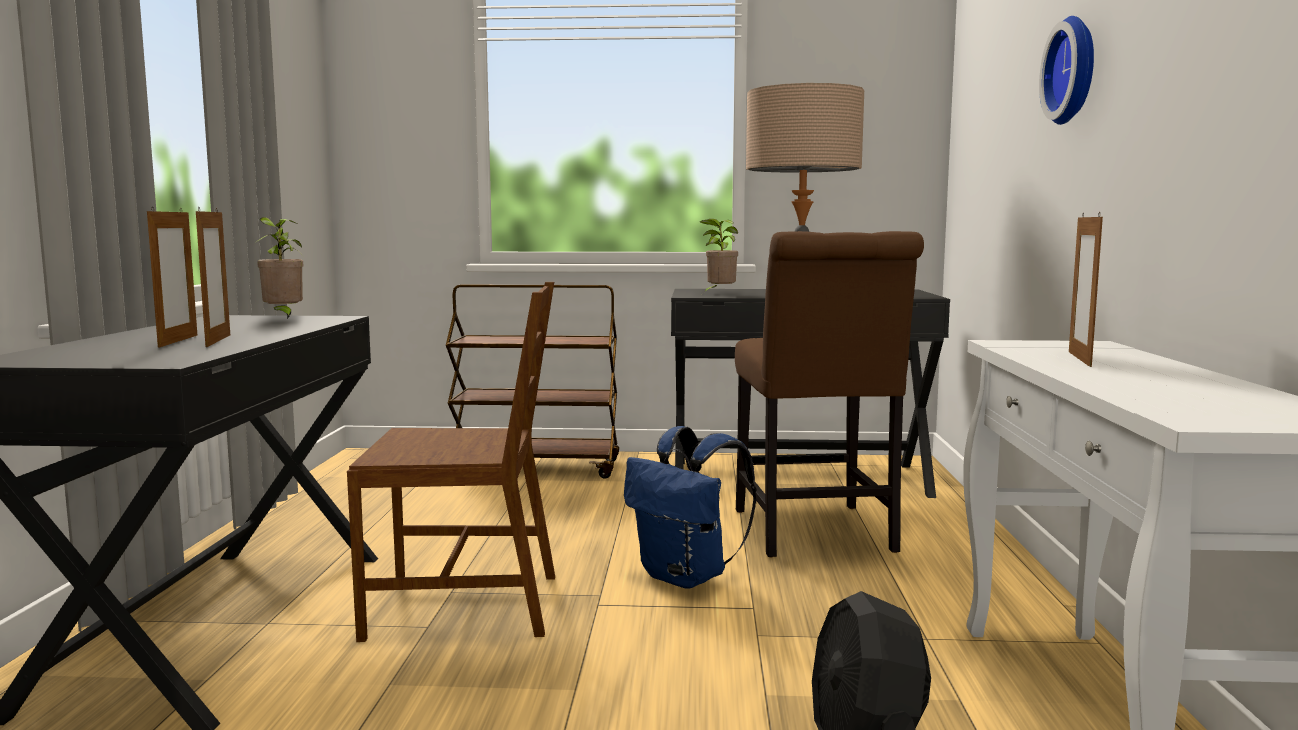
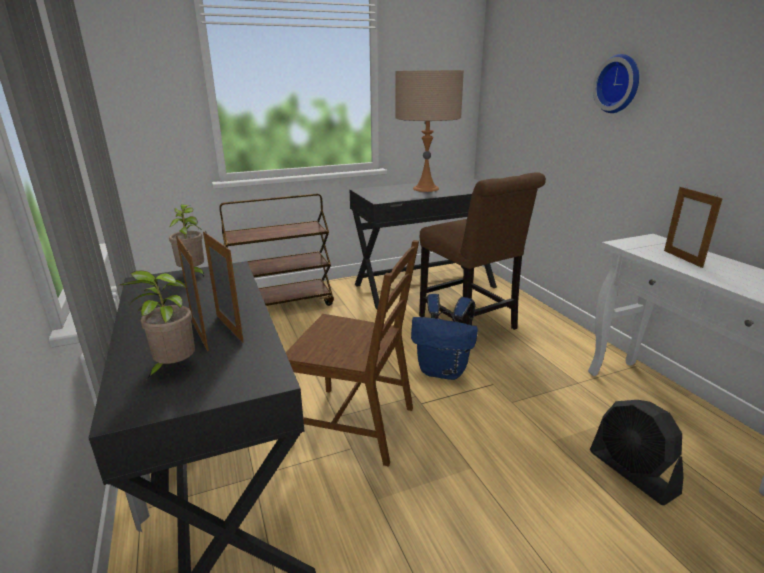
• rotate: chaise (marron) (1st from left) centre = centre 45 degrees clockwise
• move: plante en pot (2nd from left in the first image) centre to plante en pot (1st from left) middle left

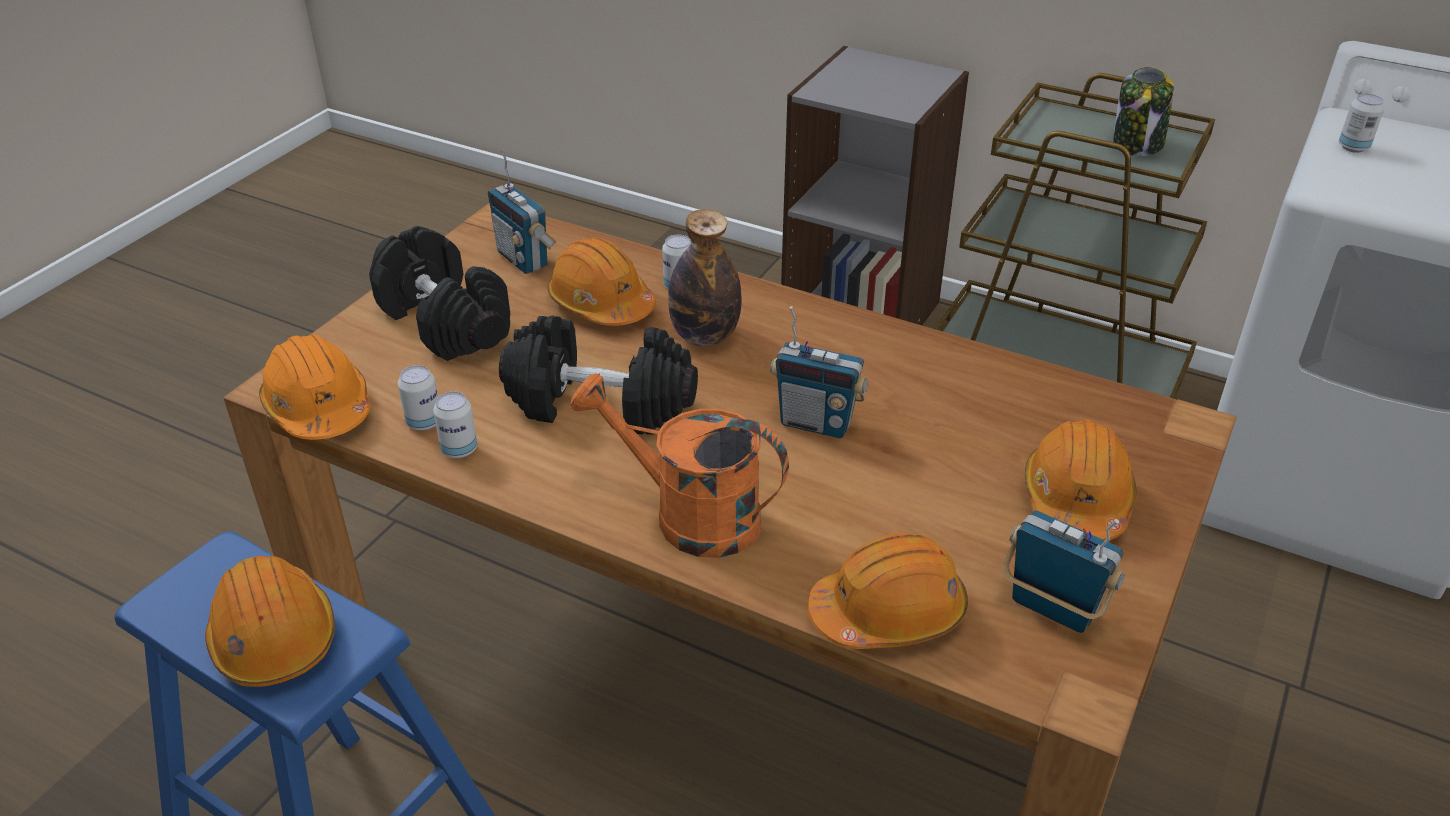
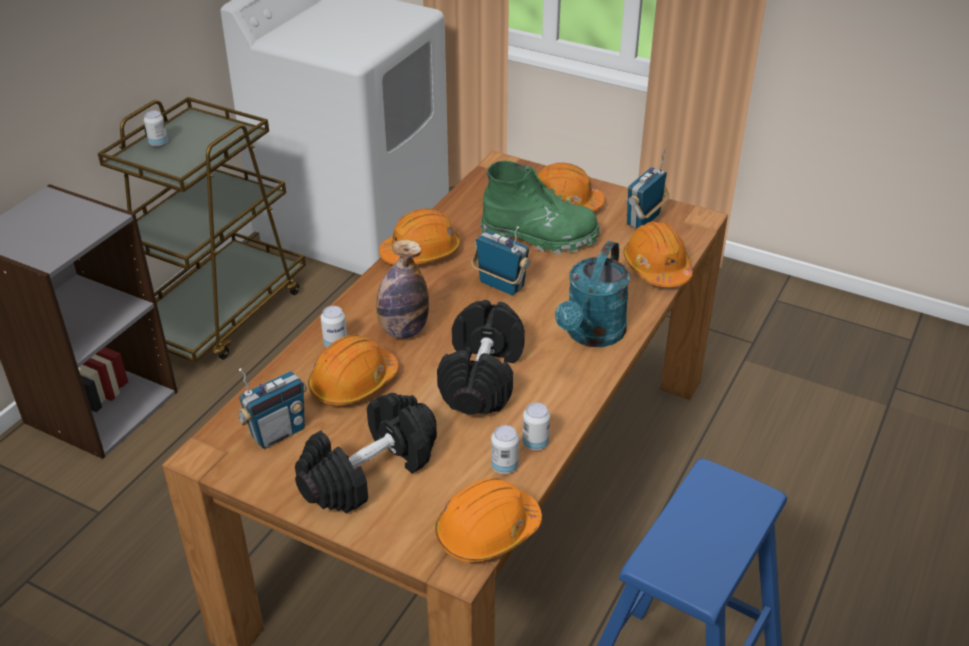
• move: casque de chantier (orange) (1st from left in the first image) bottom left to casque de chantier (orange) (2nd from left) centre
• recolor: arrosoir (orange) centre to arrosoir (turquoise) centre
• rotate: radio (2nd from left) centre = centre 75 degrees counterclockwise
• delete: bocal top right
• move: boîte métallique (4th from left in the first image) top right to boîte métallique (1st from left) top left
• insert: botte (vert) top centre

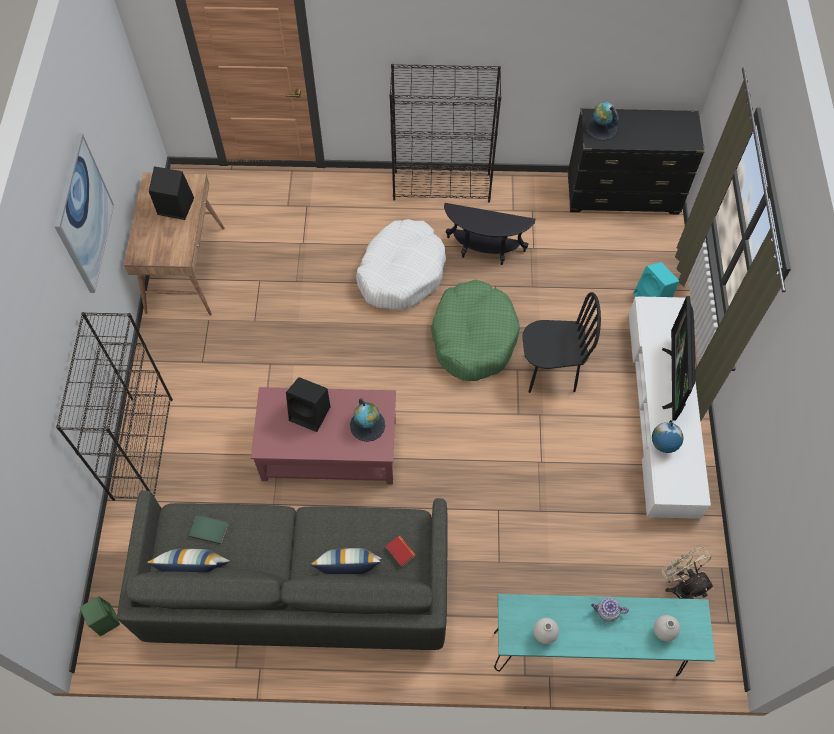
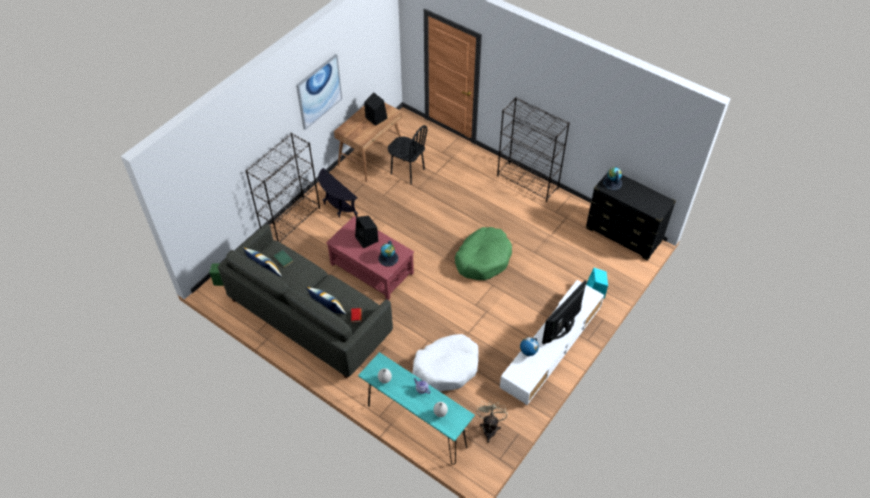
• move: panier pour chien (blanc) centre to bottom centre
• move: table d'appoint (noir) top centre to centre
• move: chaise (noir) middle right to top centre

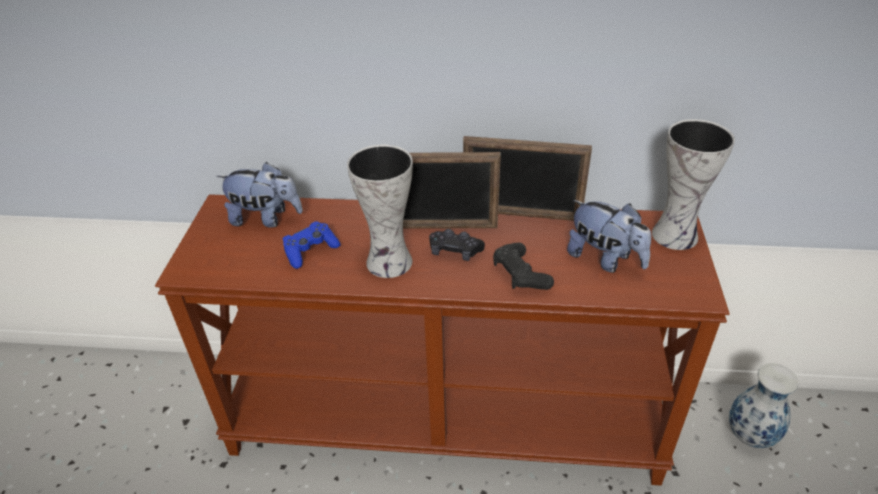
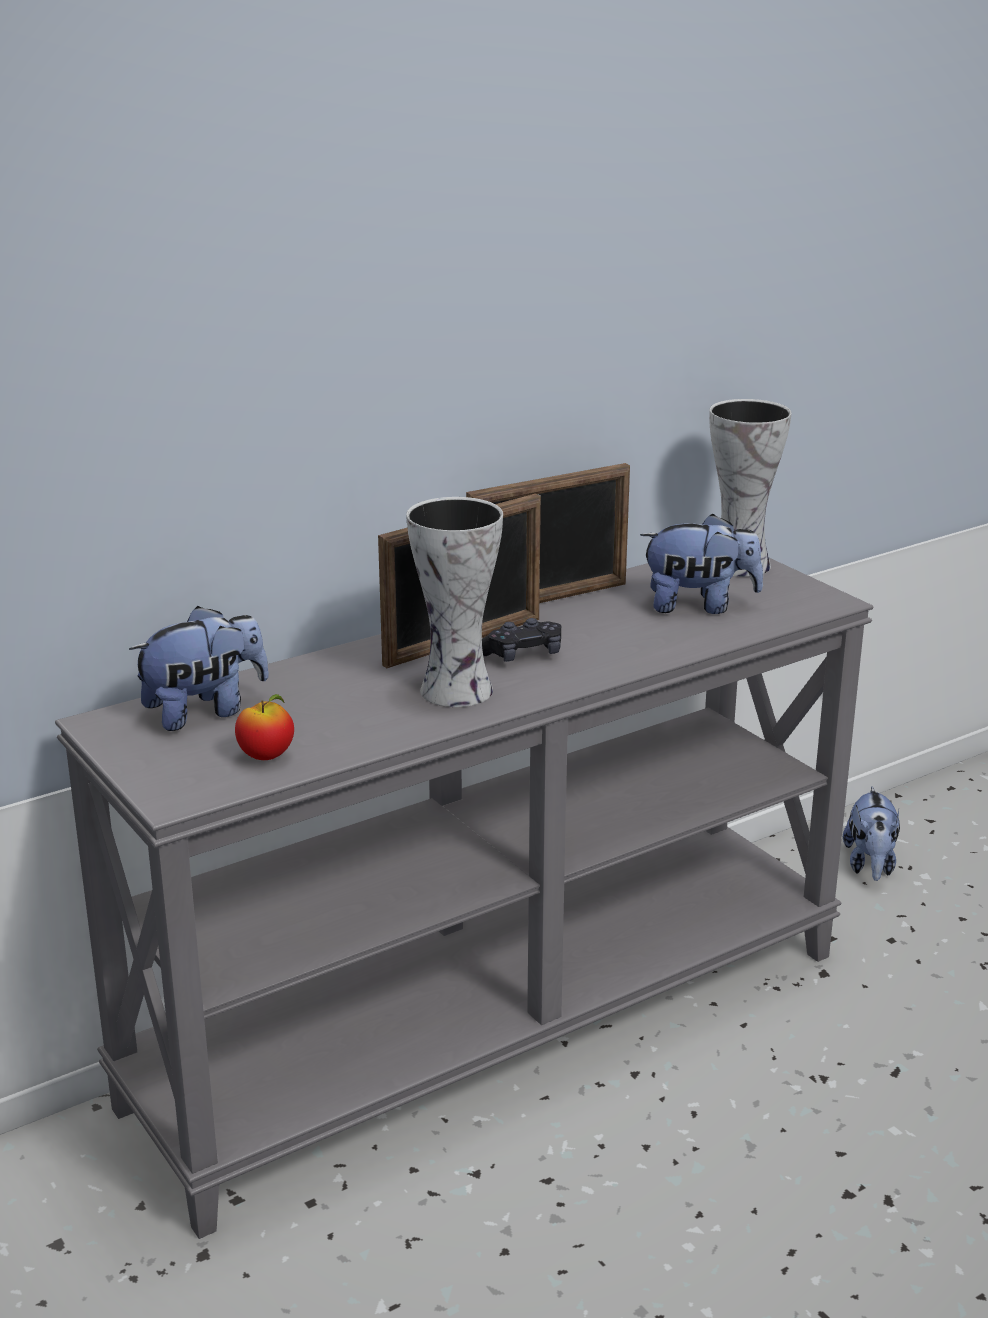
• recolor: table console (marron) bottom centre to table console (gris) bottom centre
• delete: manette (bleu) centre
• delete: manette (noir) (2nd from left) centre
• replace: vase (3rd from left) bottom right to peluche (3rd from left) middle right
• insert: pomme middle left

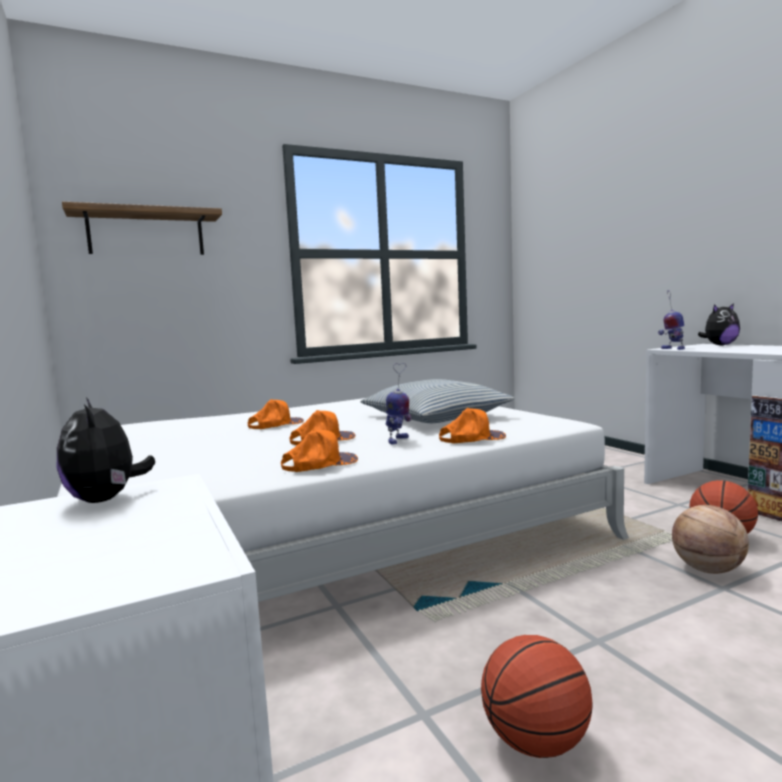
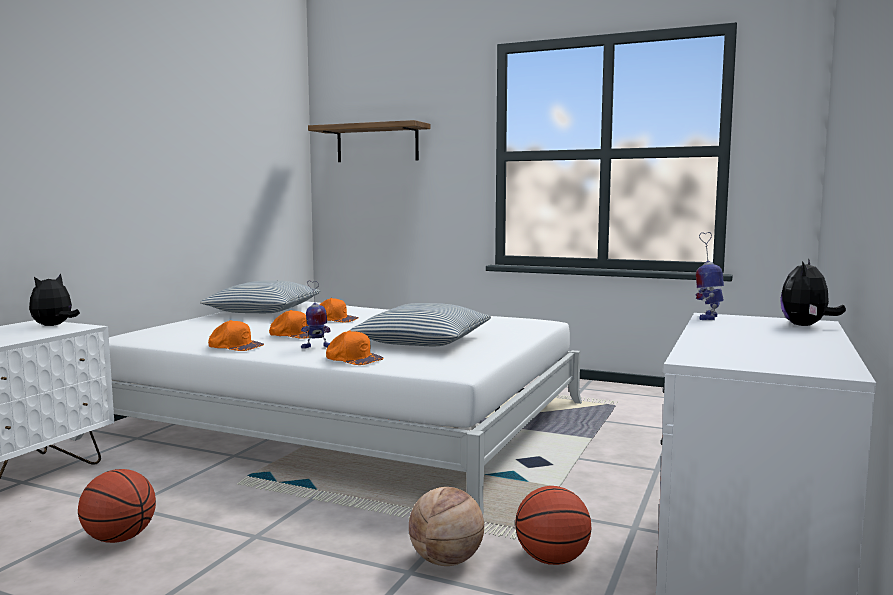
• rotate: peluche (2nd from left) middle right = middle right 90 degrees clockwise
• insert: coussin (1st from left) middle left

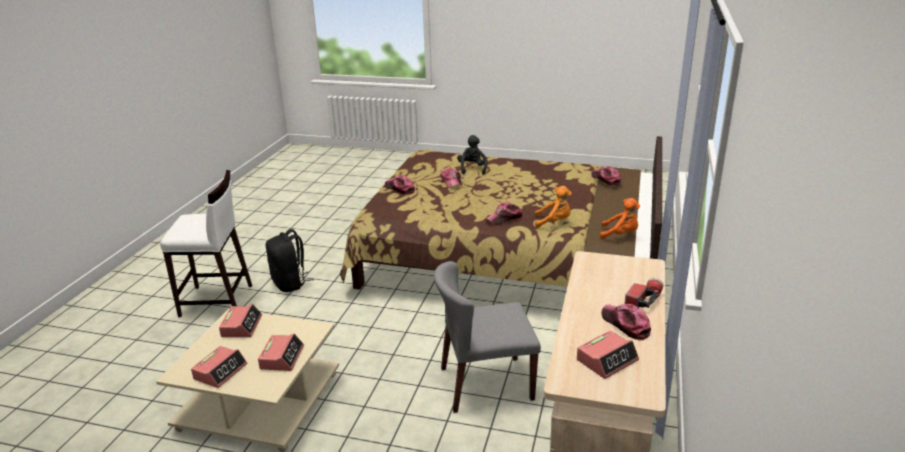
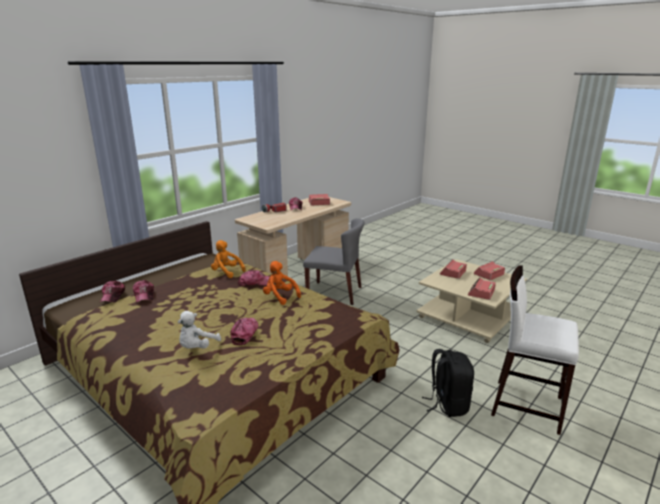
• move: casquette (1st from left in the first image) centre to casquette (2nd from left) middle left
• recolor: peluche (noir) centre to peluche (blanc) middle left
• move: peluche (orange) (2nd from left) middle right to centre

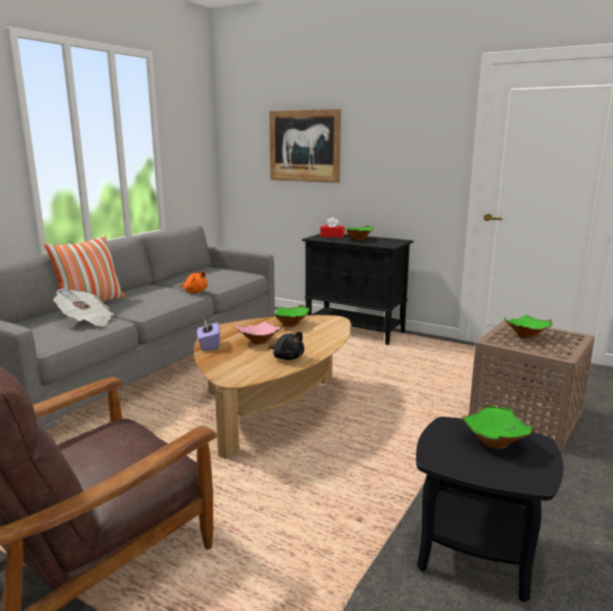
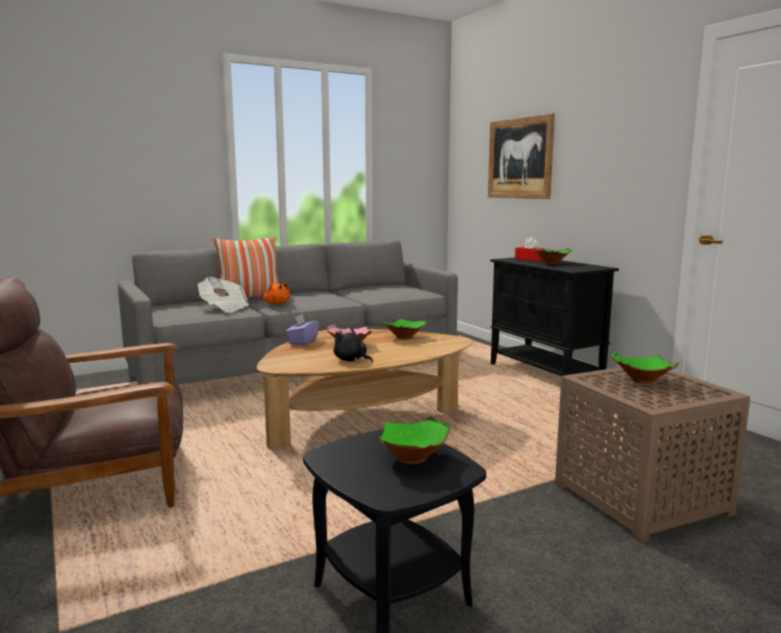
• move: peluche (orange) middle left to centre
• rotate: peluche (noir) centre = centre 150 degrees clockwise

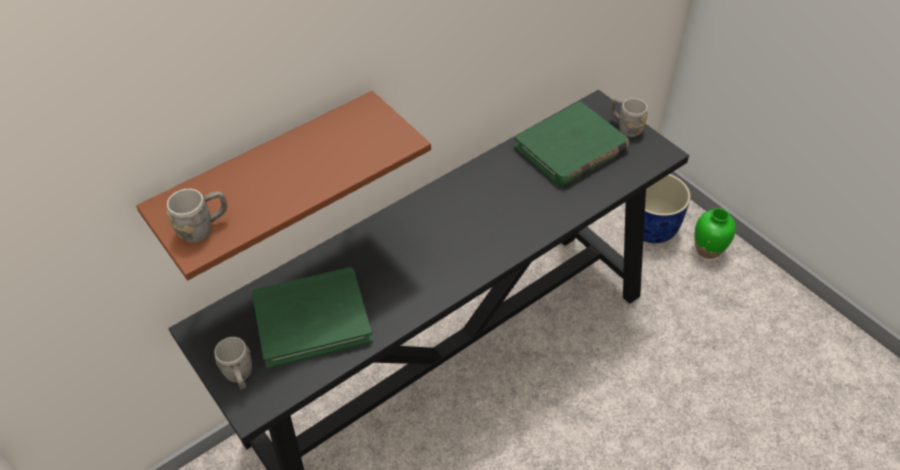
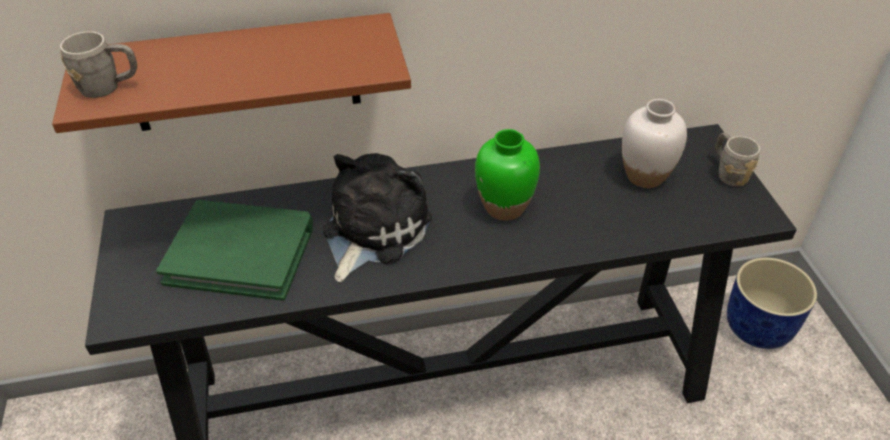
• delete: mug (gris) (2nd from left) bottom left
• replace: livre (vert) (2nd from left) top centre to vase (blanc) top right
• move: vase (vert) middle right to centre
• insert: peluche centre

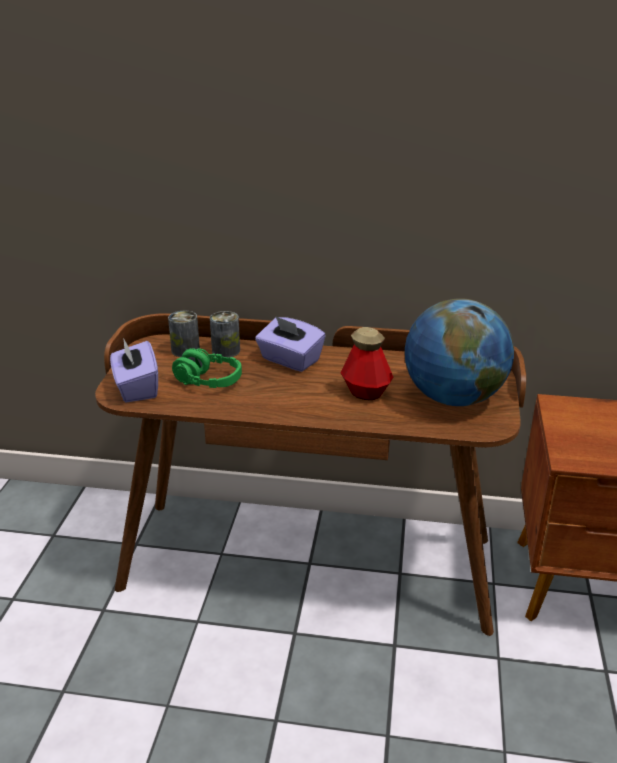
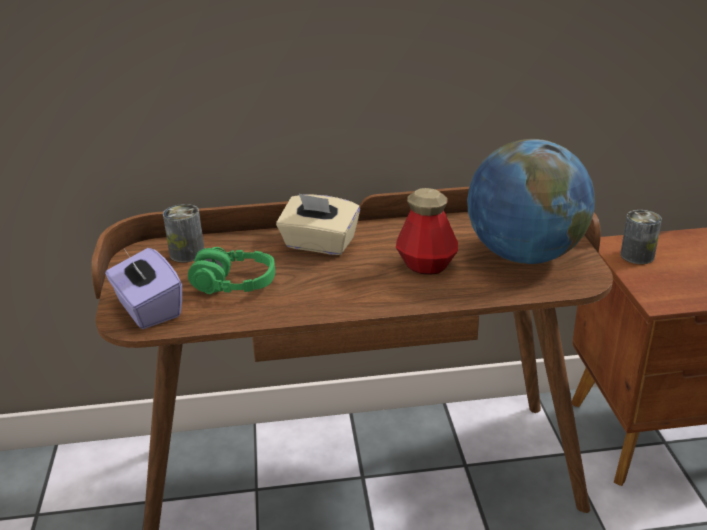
• move: boîte métallique (2nd from left) centre to middle right
• recolor: boîte à mouchoirs (violet) (2nd from left) centre to boîte à mouchoirs (beige) centre

